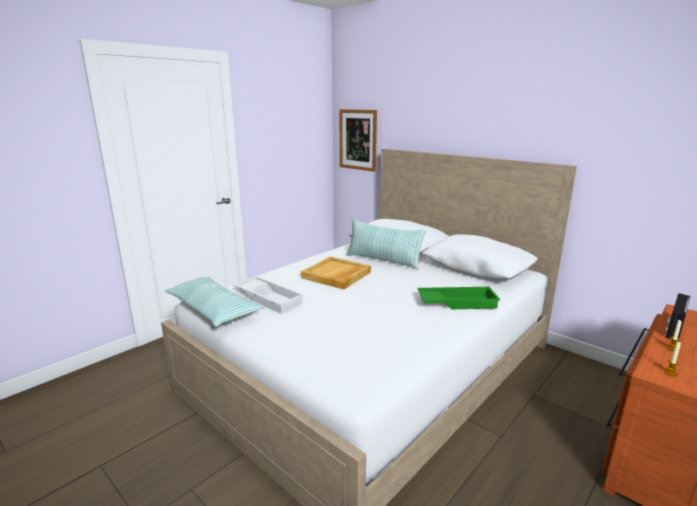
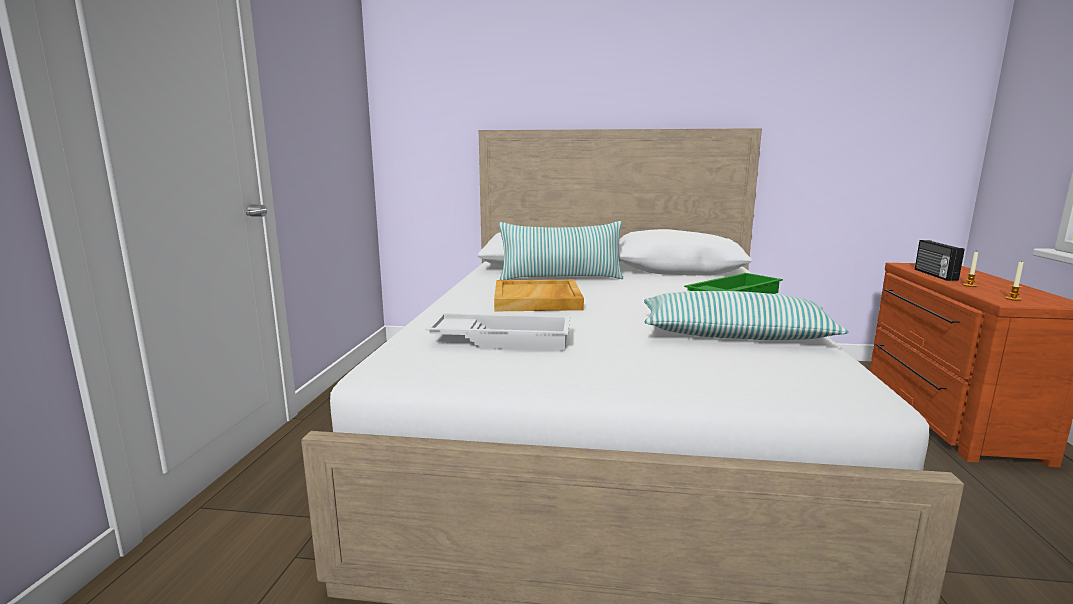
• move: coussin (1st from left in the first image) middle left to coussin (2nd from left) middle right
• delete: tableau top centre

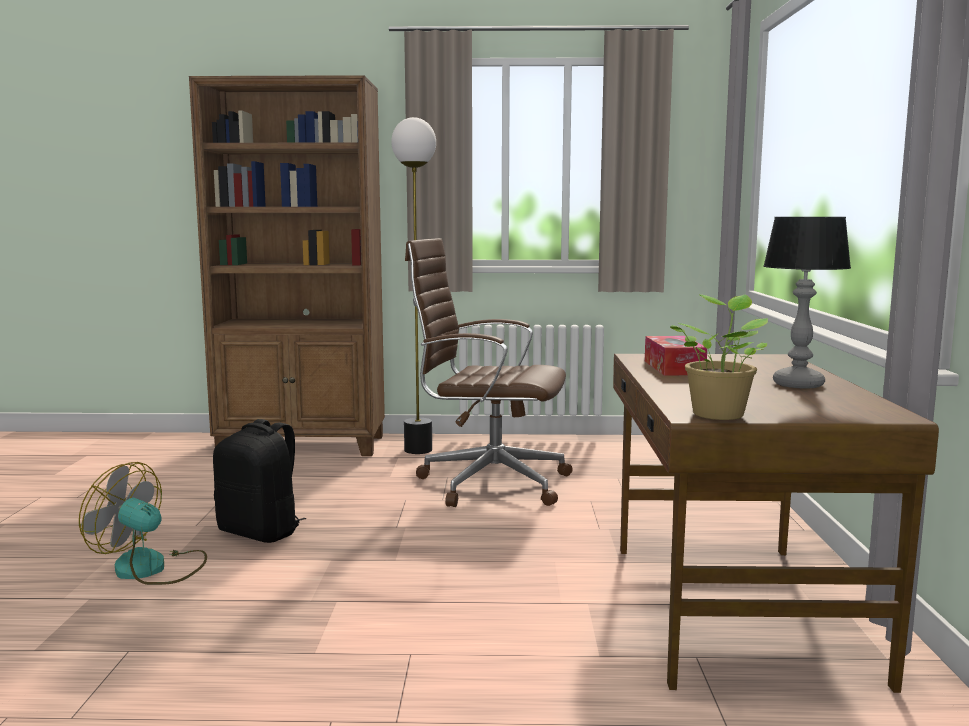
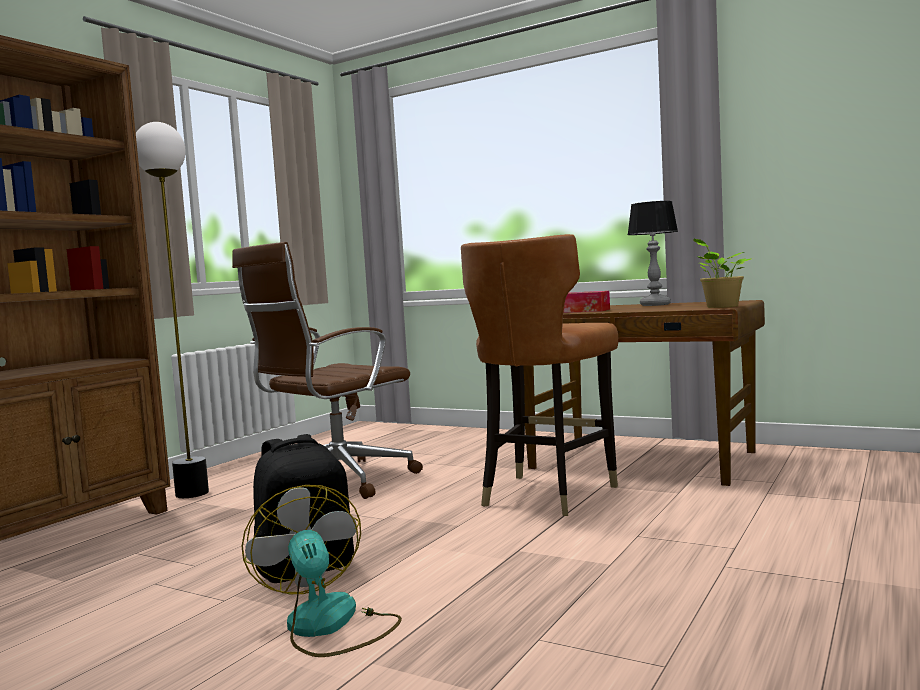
• rotate: ventilateur bottom left = bottom centre 105 degrees clockwise
• insert: chaise (marron) centre

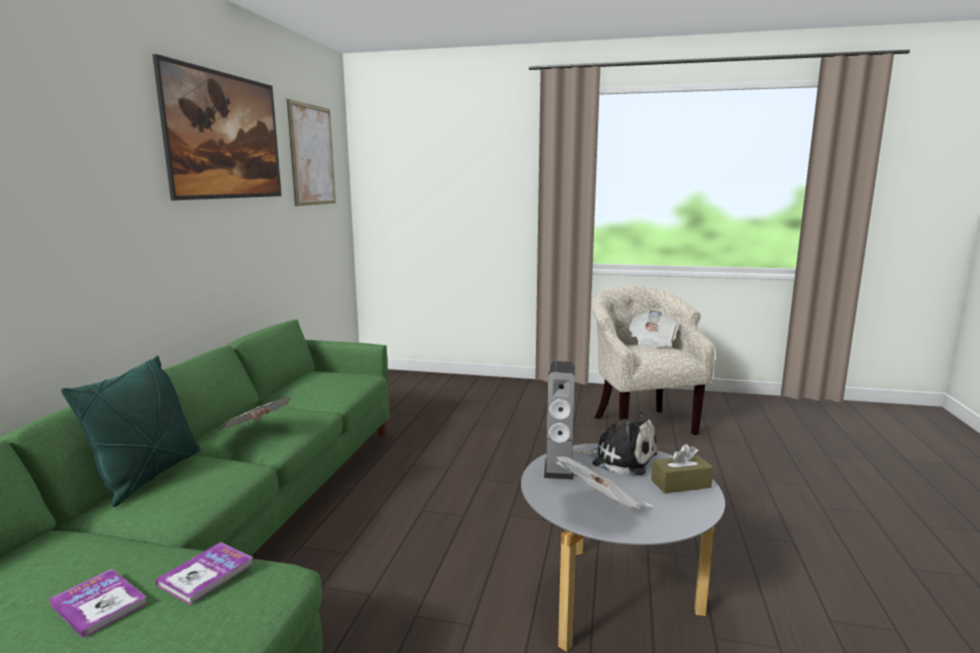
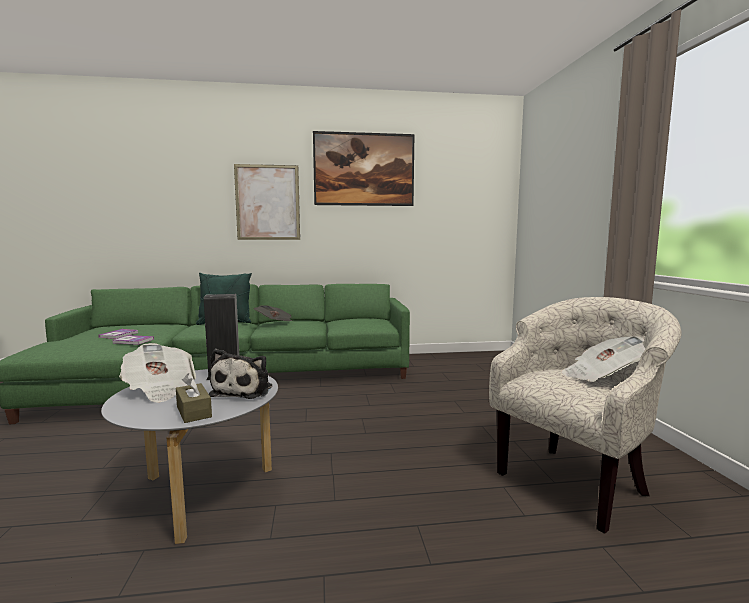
• move: tableau (2nd from left in the first image) top left to tableau (1st from left) centre

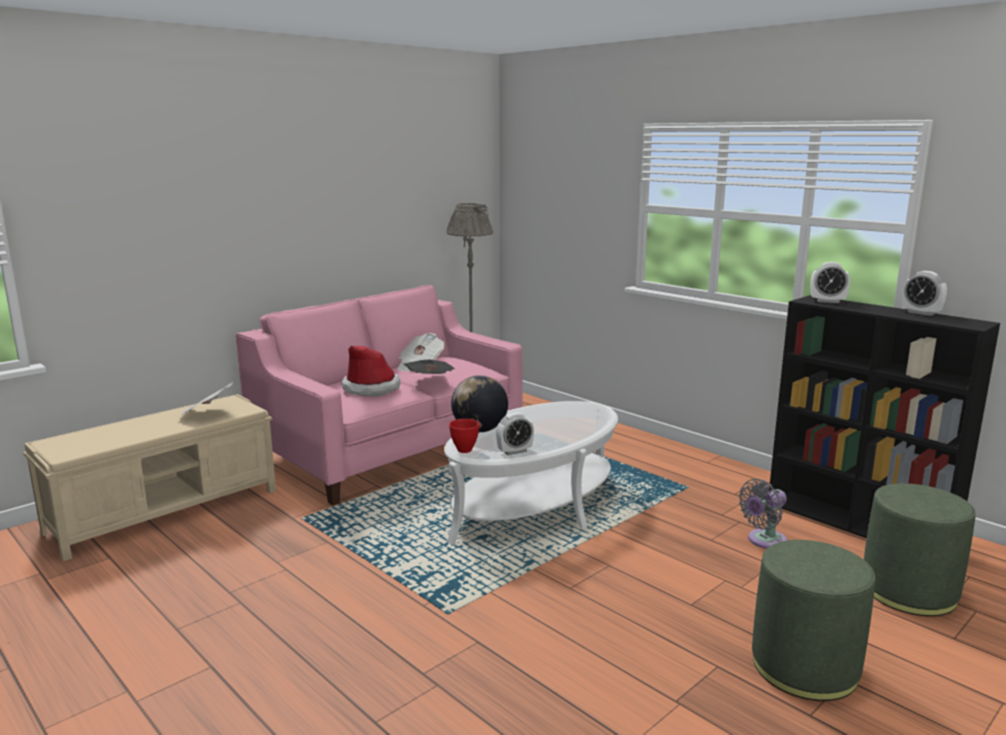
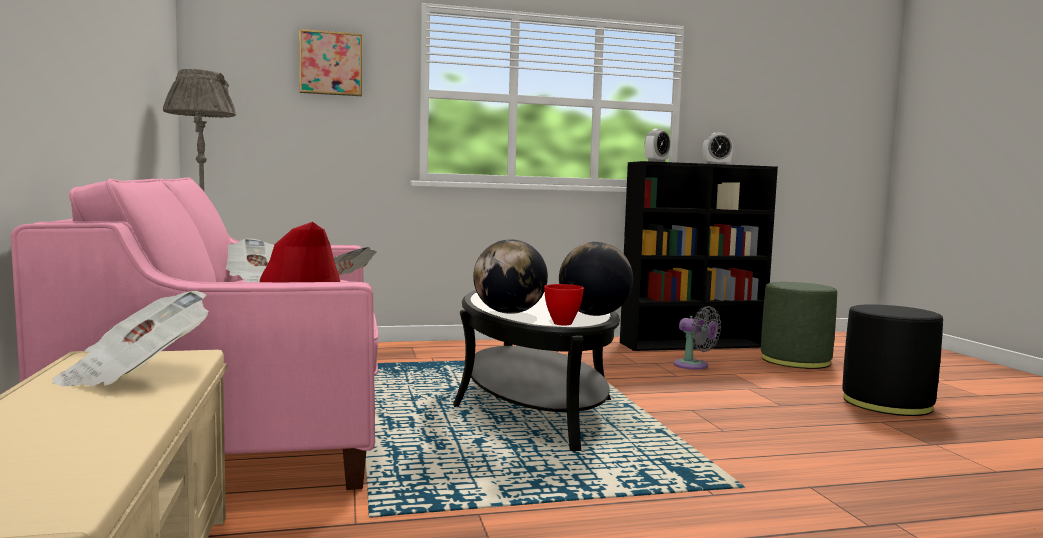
• recolor: table basse (blanc) centre to table basse (noir) bottom centre
• replace: réveil (1st from left) centre to globe (2nd from left) centre
• rotate: ventilateur (gris) bottom right = middle right 45 degrees counterclockwise
• recolor: pouf (vert) (1st from left) bottom right to pouf (noir) bottom right
• insert: tableau top left

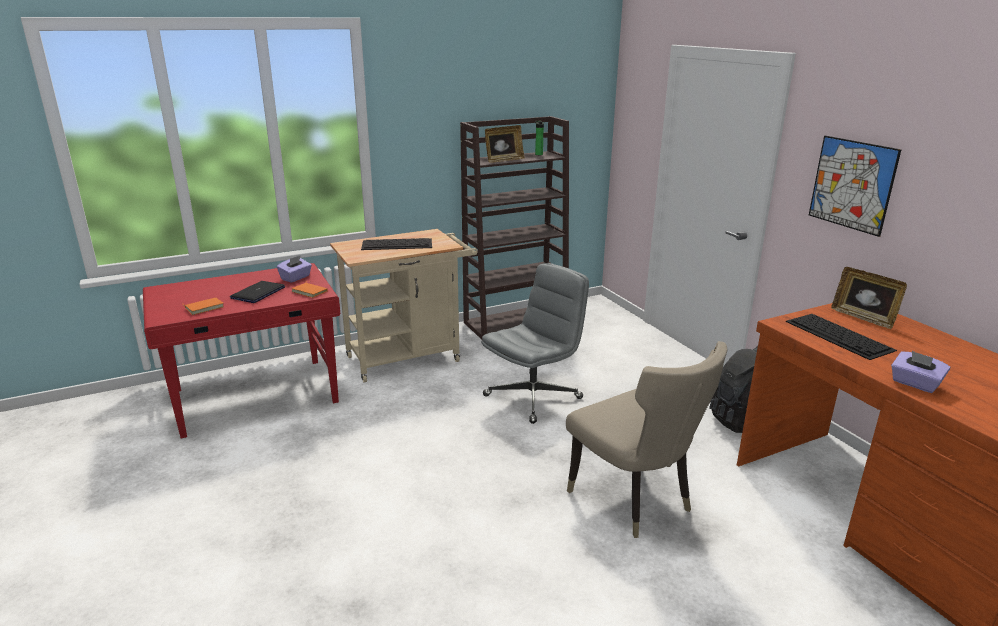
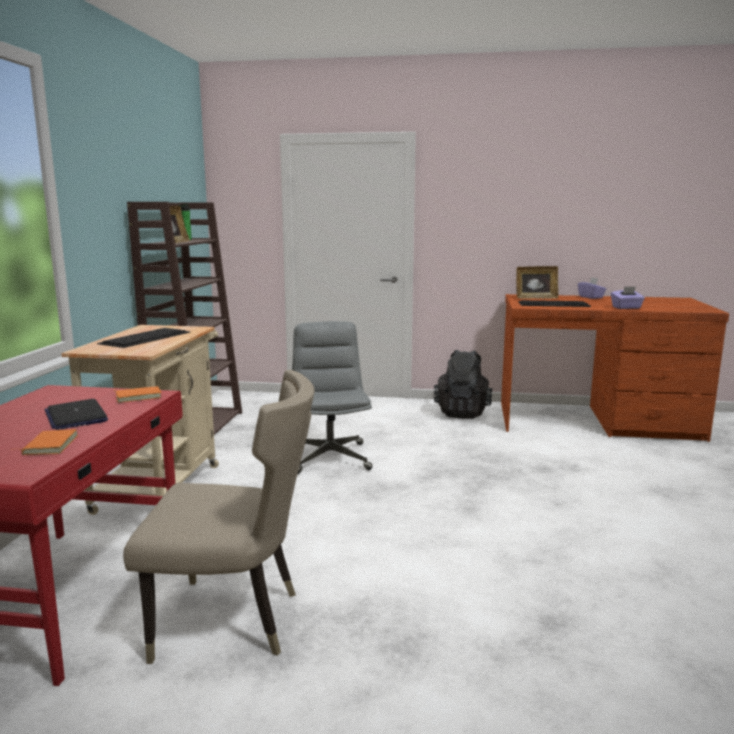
• move: boîte à mouchoirs (violet) (1st from left) middle left to middle right
• move: chaise (beige) bottom centre to bottom left
• delete: tableau top right

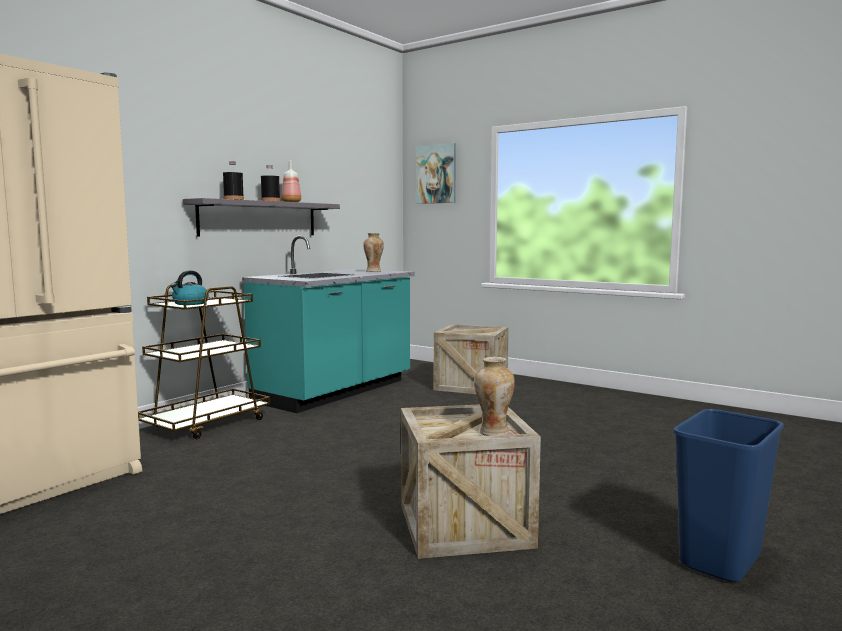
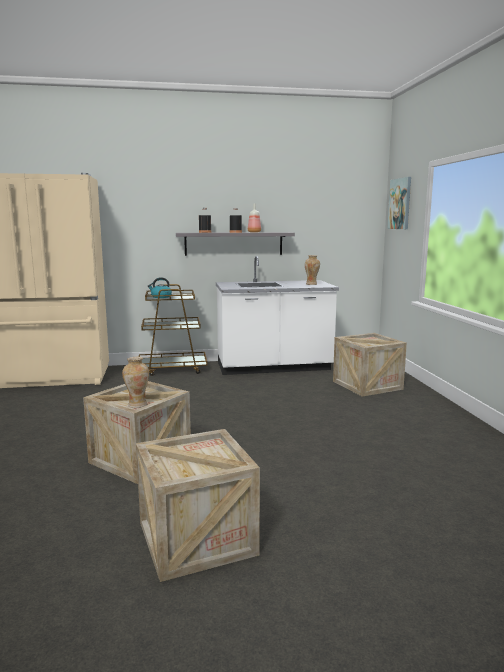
• recolor: comptoir de cuisine (turquoise) centre to comptoir de cuisine (blanc) centre
• replace: poubelle (bleu) bottom right to caisse (2nd from left) bottom centre

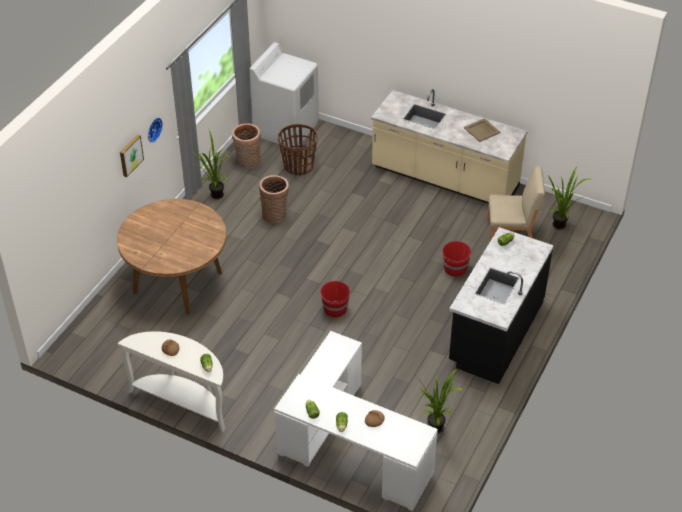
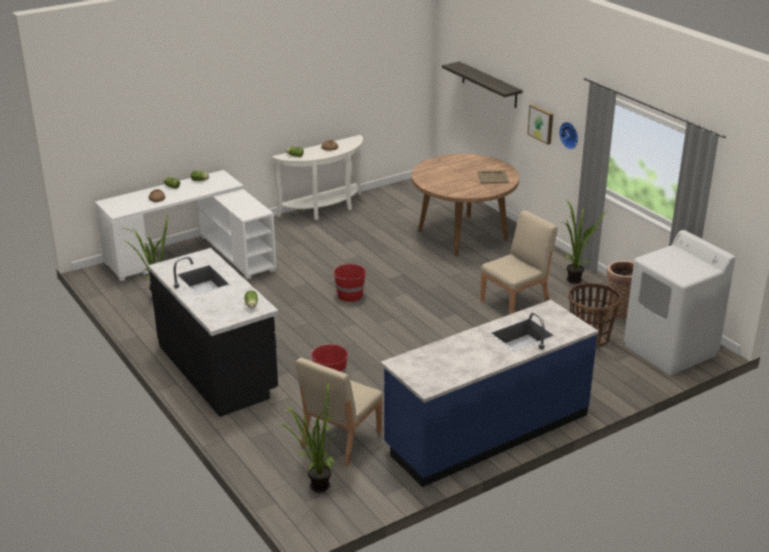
• replace: panier (2nd from left) centre to chaise (beige) (2nd from left) middle right
• recolor: comptoir de cuisine (beige) top centre to comptoir de cuisine (bleu) bottom centre
• move: plateau (beige) top right to top centre
• insert: étagère top centre

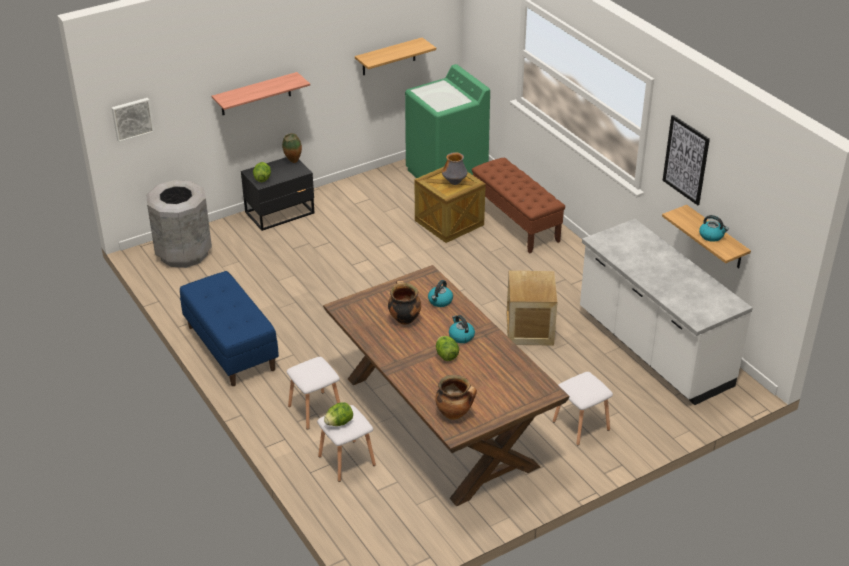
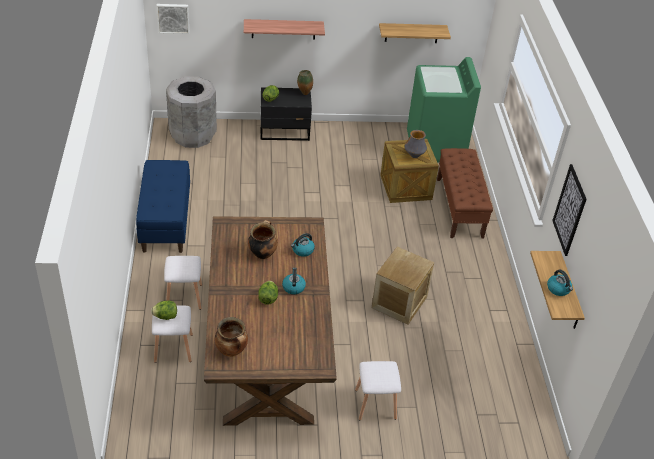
• delete: comptoir de cuisine (blanc) middle right

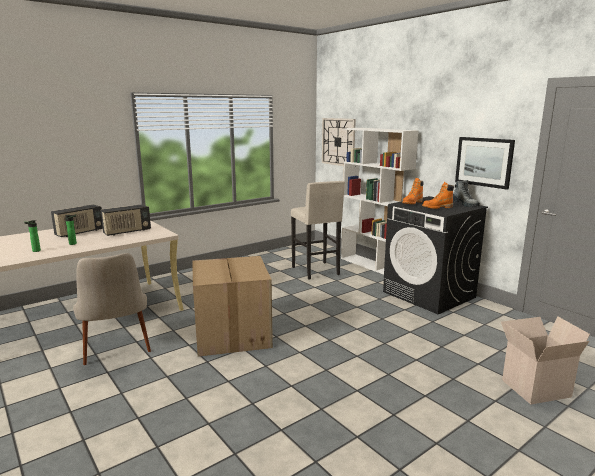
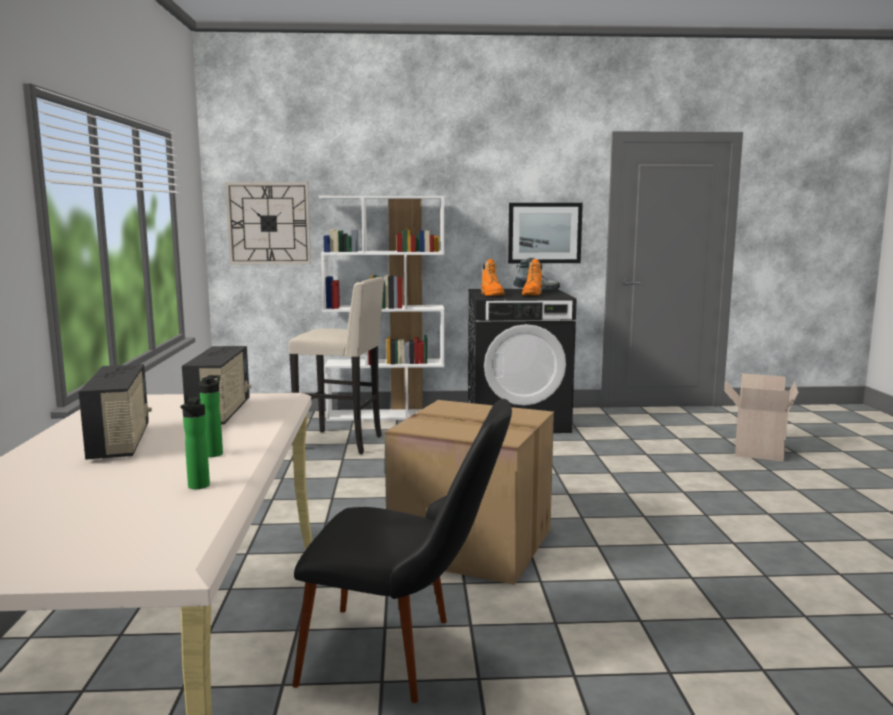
• recolor: chaise (beige) middle left to chaise (noir) bottom centre

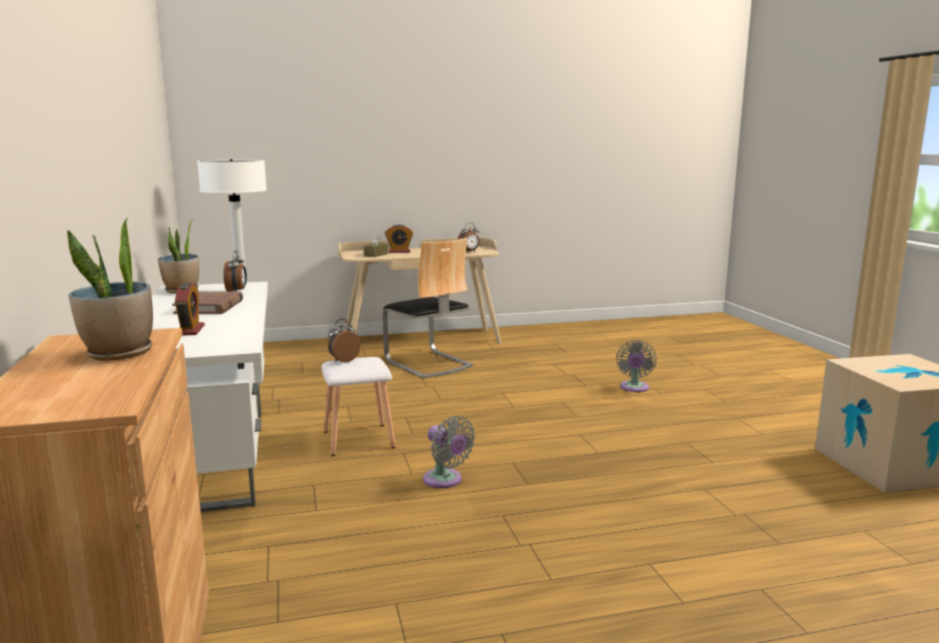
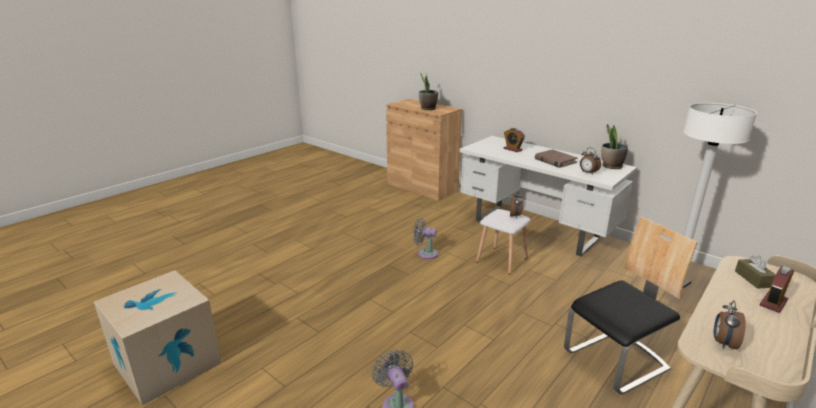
• rotate: chaise centre = bottom right 135 degrees clockwise

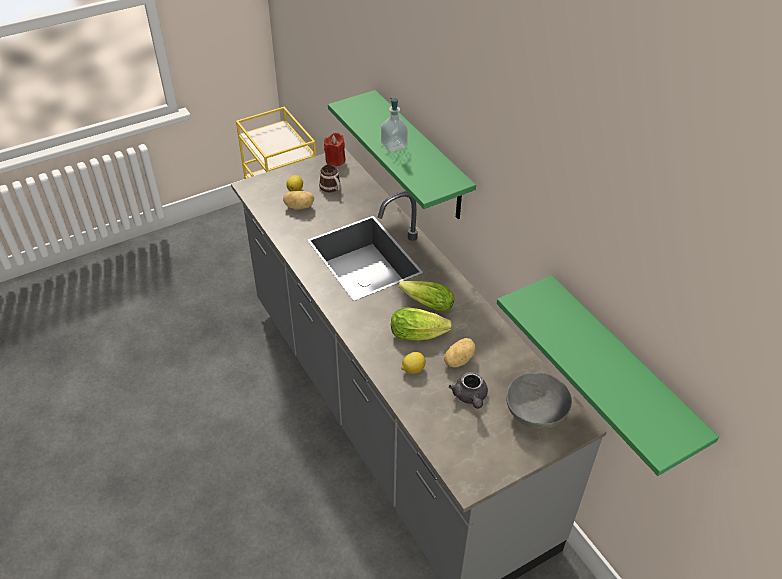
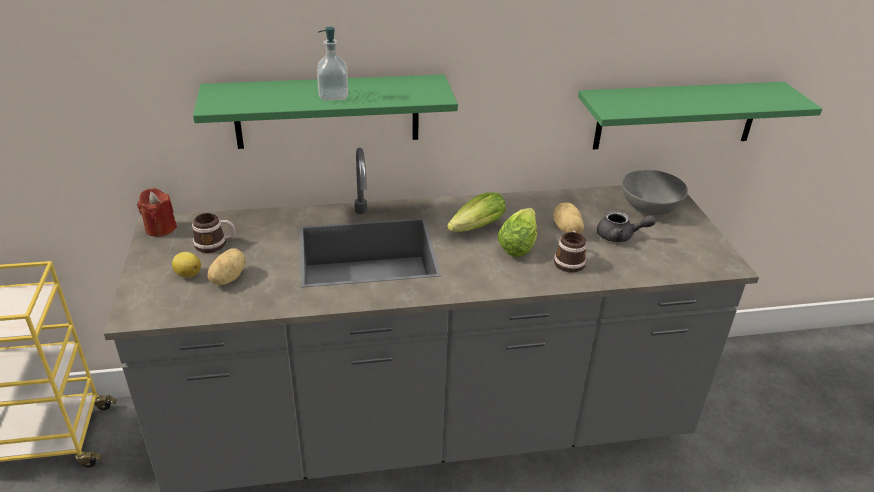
• replace: citron (2nd from left) centre to mug (2nd from left) centre

